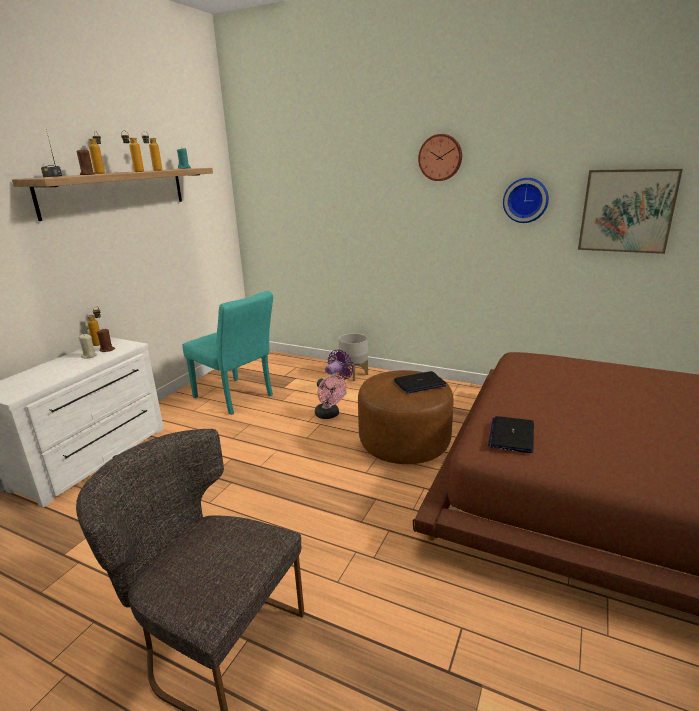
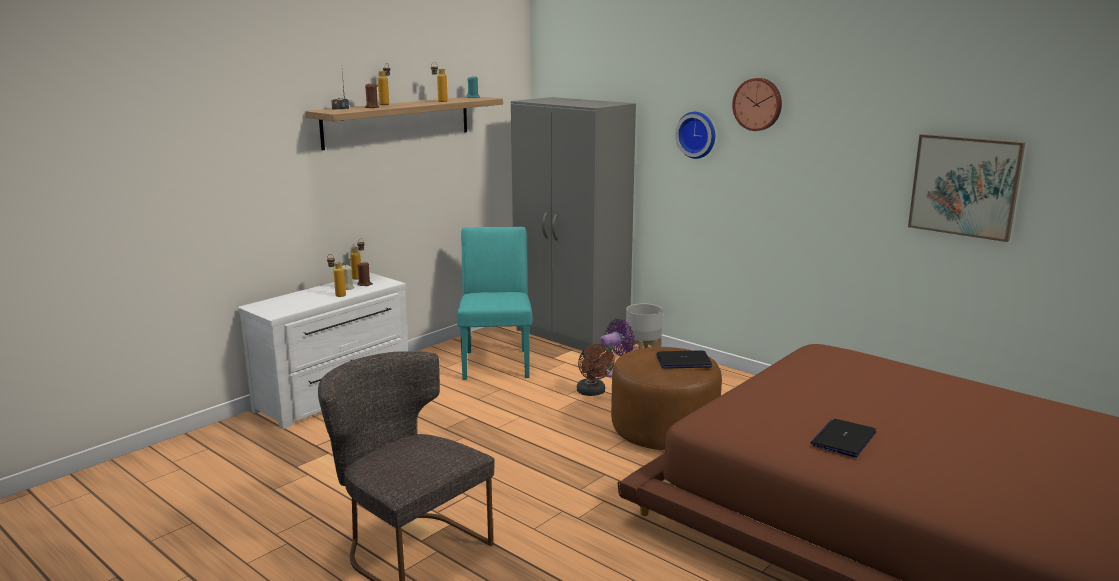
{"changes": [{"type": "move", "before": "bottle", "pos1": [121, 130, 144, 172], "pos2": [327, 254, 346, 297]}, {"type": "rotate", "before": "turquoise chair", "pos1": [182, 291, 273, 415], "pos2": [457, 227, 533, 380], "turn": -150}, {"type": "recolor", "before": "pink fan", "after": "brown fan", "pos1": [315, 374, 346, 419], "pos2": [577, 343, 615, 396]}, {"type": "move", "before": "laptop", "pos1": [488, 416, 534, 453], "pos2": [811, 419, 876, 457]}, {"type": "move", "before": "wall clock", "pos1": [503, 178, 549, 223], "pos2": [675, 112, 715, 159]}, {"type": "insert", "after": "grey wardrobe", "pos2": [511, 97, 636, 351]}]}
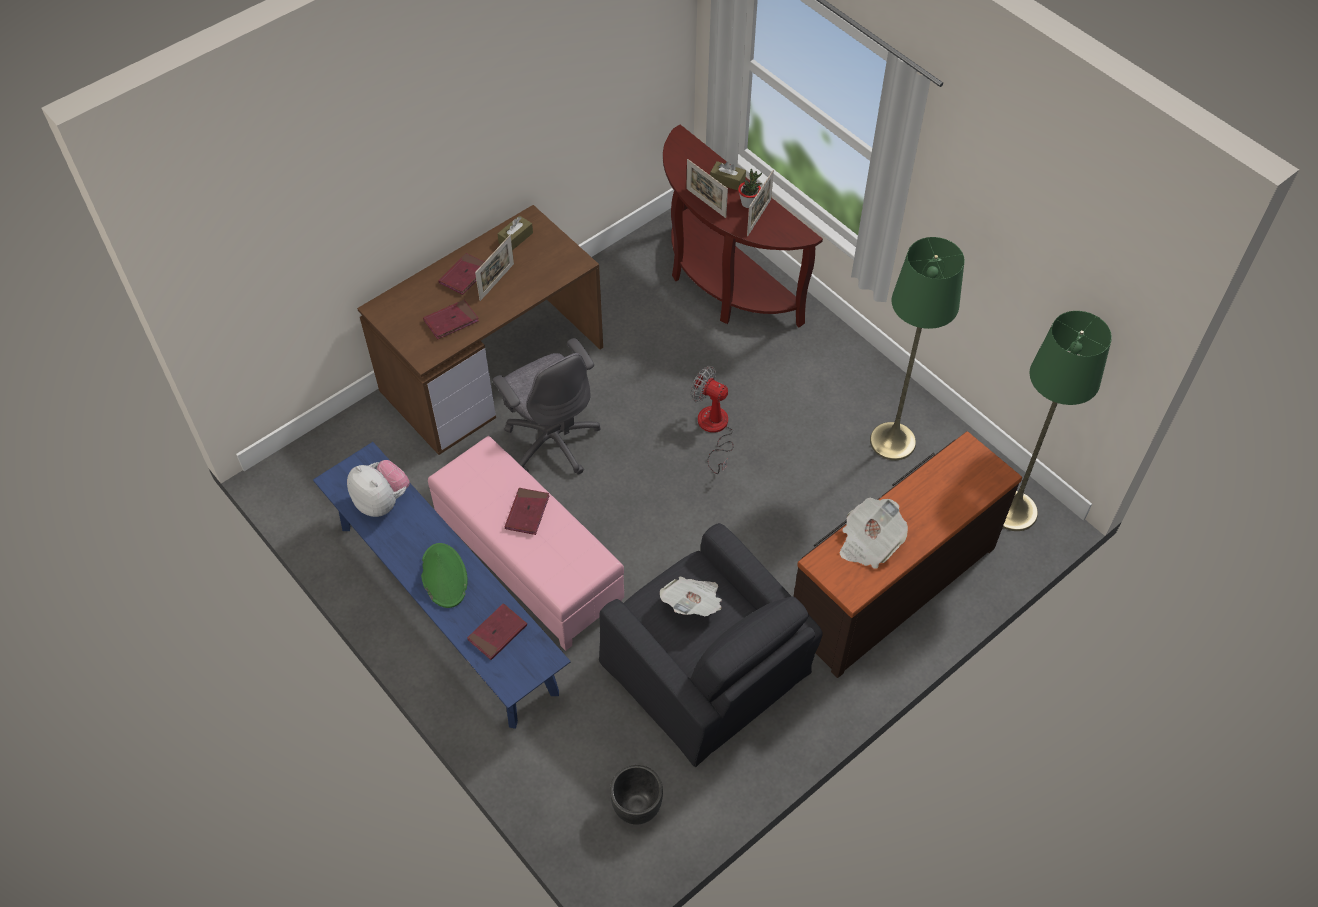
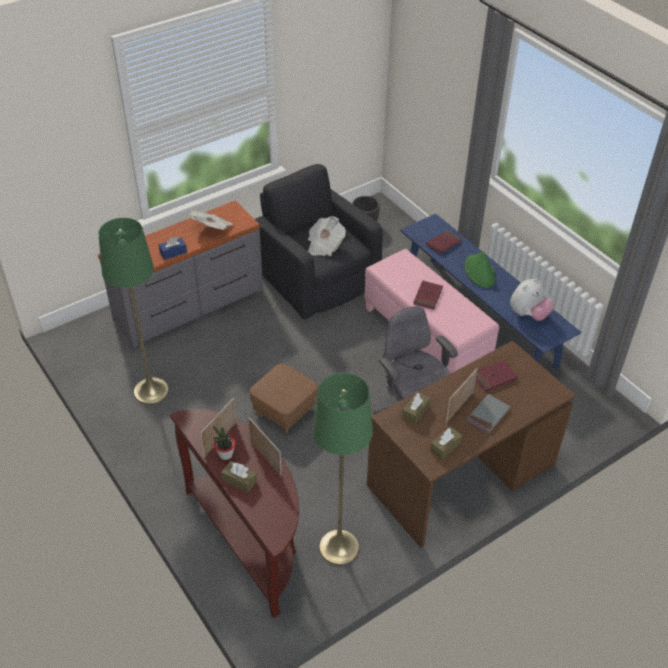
{"changes": [{"type": "rotate", "before": "plush toy", "pos1": [347, 460, 410, 517], "pos2": [510, 278, 554, 321], "turn": -90}, {"type": "recolor", "before": "red book", "after": "grey book", "pos1": [438, 253, 484, 295], "pos2": [467, 394, 510, 433]}, {"type": "replace", "before": "fan", "after": "brown ottoman", "pos1": [691, 366, 734, 474], "pos2": [250, 364, 318, 433]}, {"type": "recolor", "before": "brown dresser", "after": "grey dresser", "pos1": [793, 431, 1022, 678], "pos2": [98, 200, 263, 348]}, {"type": "move", "before": "green floor lamp", "pos1": [1003, 311, 1112, 531], "pos2": [312, 373, 373, 565]}, {"type": "insert", "after": "blue tissue box", "pos2": [159, 237, 187, 260]}, {"type": "insert", "after": "brown tissue box", "pos2": [402, 392, 430, 424]}]}
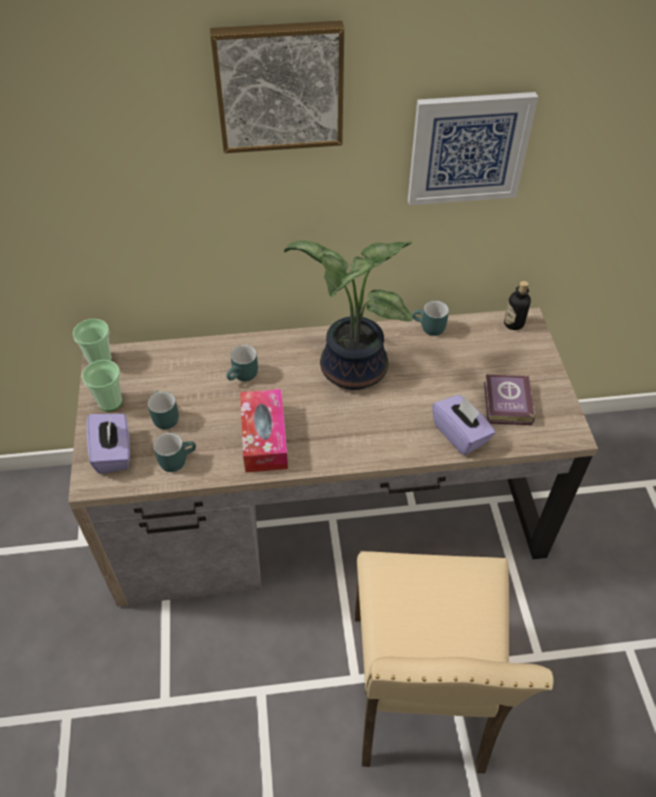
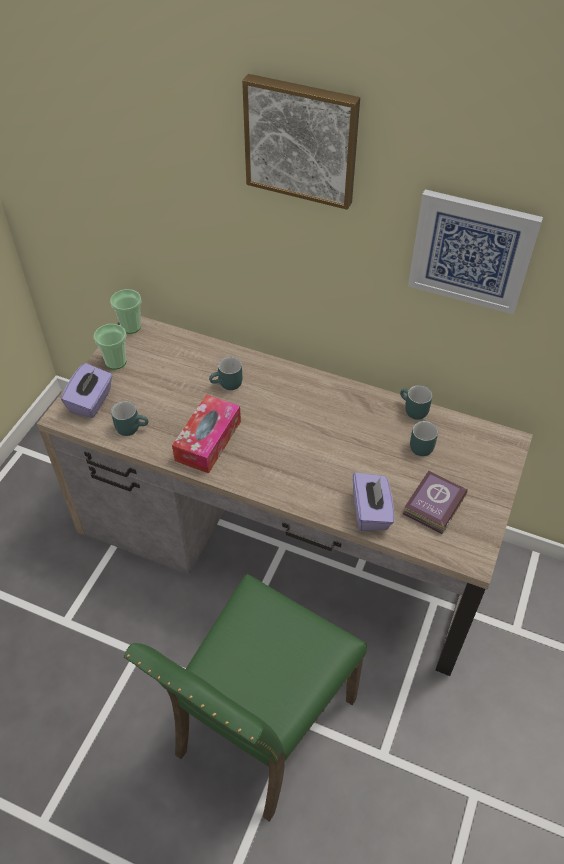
{"changes": [{"type": "move", "before": "turquoise mug", "pos1": [148, 391, 179, 429], "pos2": [410, 420, 438, 456]}, {"type": "delete", "before": "potted plant", "pos1": [284, 241, 413, 390]}, {"type": "recolor", "before": "beige chair", "after": "green chair", "pos1": [355, 551, 554, 774], "pos2": [124, 574, 367, 822]}, {"type": "delete", "before": "bottle", "pos1": [504, 281, 531, 330]}]}
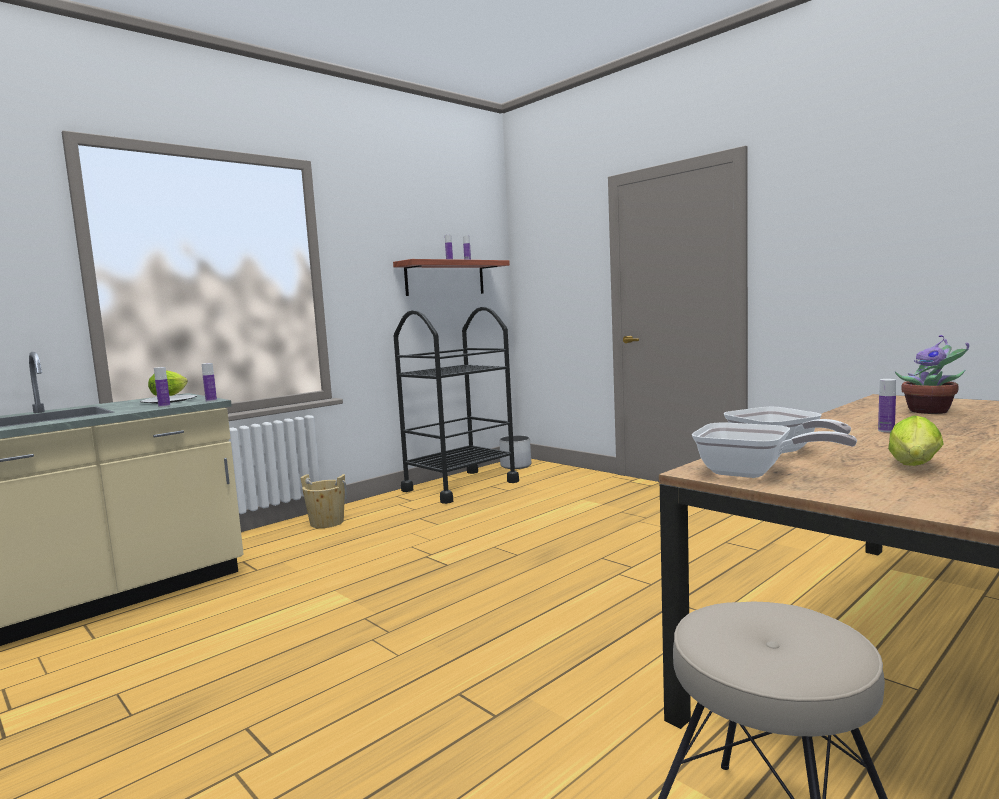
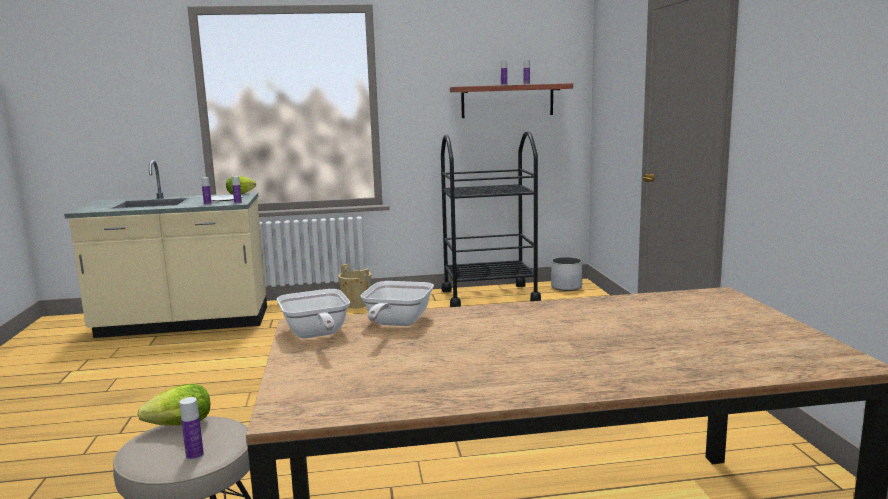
{"changes": [{"type": "move", "before": "bottle", "pos1": [878, 379, 896, 432], "pos2": [180, 397, 204, 461]}, {"type": "move", "before": "lettuce", "pos1": [888, 415, 944, 466], "pos2": [137, 384, 210, 426]}, {"type": "delete", "before": "potted plant", "pos1": [895, 335, 969, 414]}]}
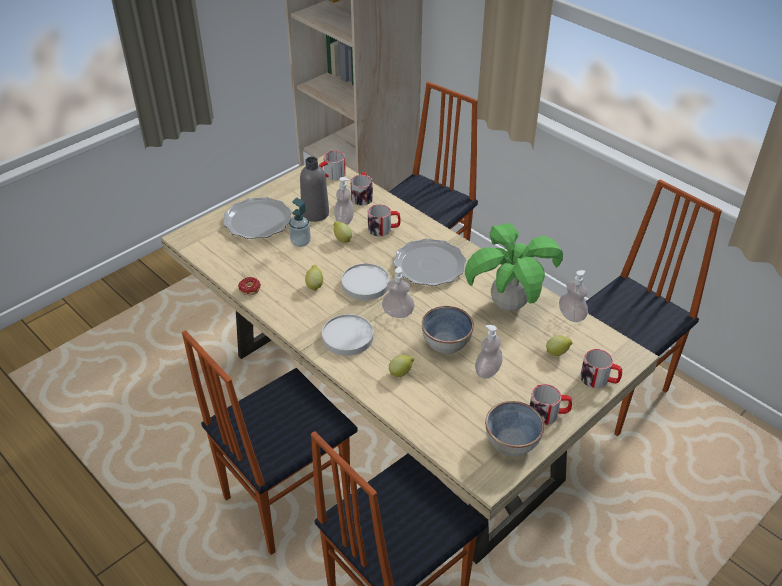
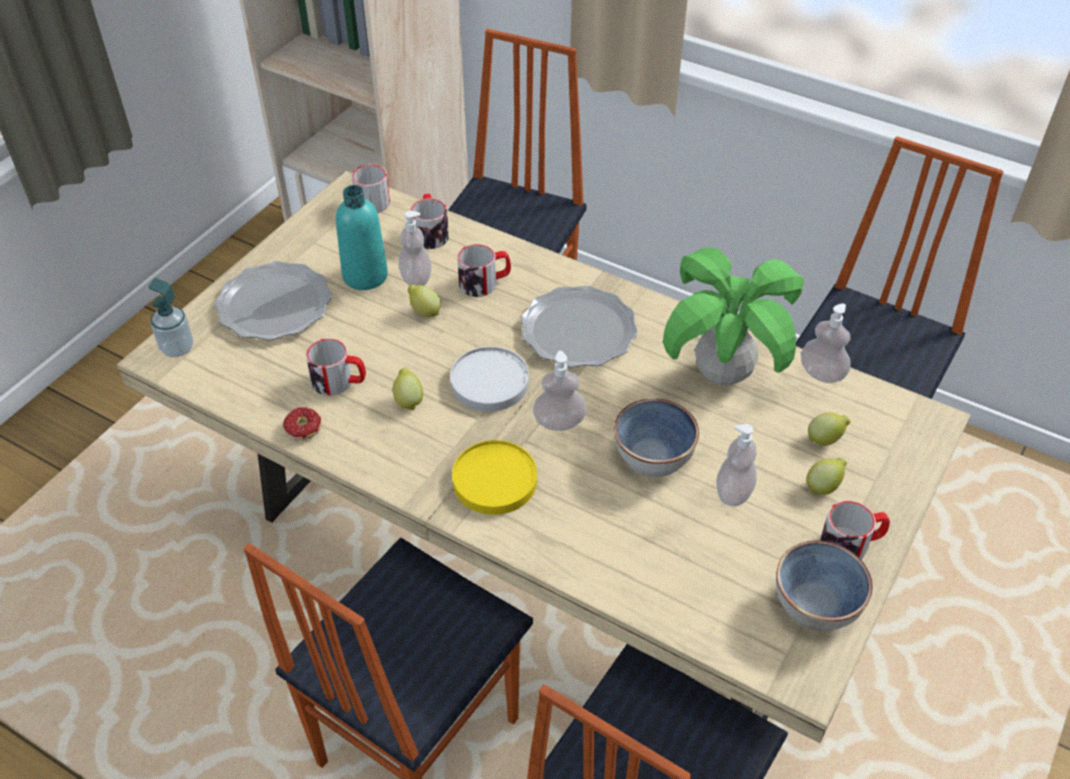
{"changes": [{"type": "move", "before": "soap dispenser", "pos1": [289, 198, 311, 247], "pos2": [149, 278, 193, 357]}, {"type": "recolor", "before": "grey bottle", "after": "turquoise bottle", "pos1": [300, 157, 329, 222], "pos2": [336, 185, 388, 290]}, {"type": "recolor", "before": "white plate", "after": "yellow plate", "pos1": [322, 314, 373, 356], "pos2": [452, 440, 537, 515]}, {"type": "move", "before": "lemon", "pos1": [389, 355, 414, 377], "pos2": [806, 458, 847, 495]}, {"type": "move", "before": "mug", "pos1": [580, 349, 622, 388], "pos2": [306, 338, 366, 396]}]}
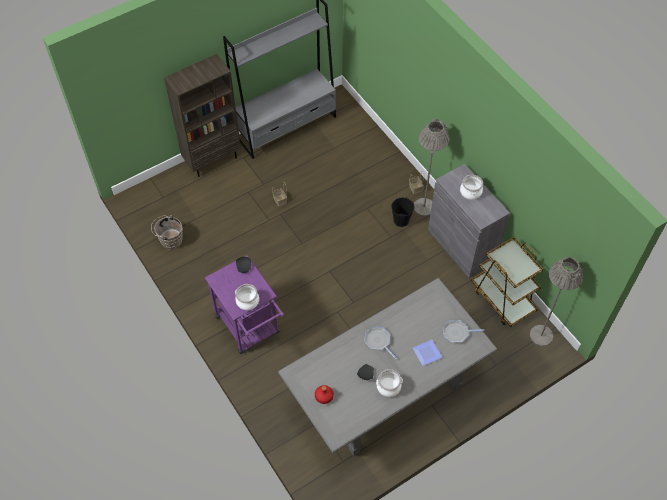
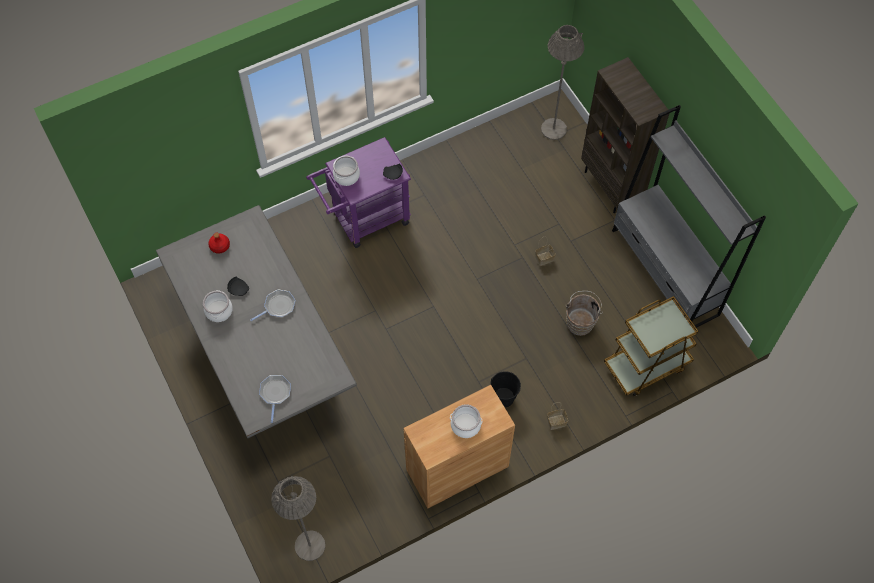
{"changes": [{"type": "move", "before": "brown bucket", "pos1": [151, 216, 183, 250], "pos2": [566, 291, 603, 336]}, {"type": "delete", "before": "plate", "pos1": [413, 339, 442, 366]}, {"type": "move", "before": "grey floor lamp", "pos1": [414, 119, 449, 216], "pos2": [541, 25, 584, 140]}, {"type": "recolor", "before": "grey cabinet", "after": "brown cabinet", "pos1": [428, 164, 510, 278], "pos2": [403, 385, 515, 508]}, {"type": "move", "before": "brown cart", "pos1": [471, 237, 543, 327], "pos2": [604, 296, 699, 396]}]}
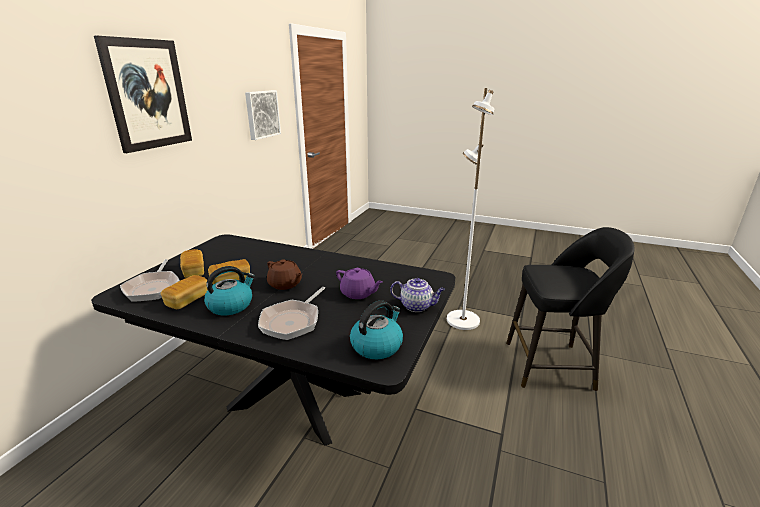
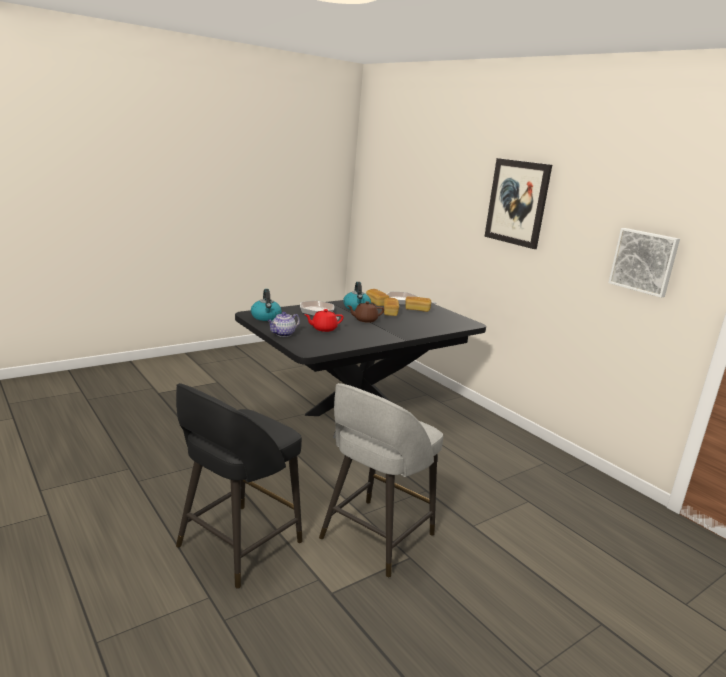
{"changes": [{"type": "recolor", "before": "purple teapot", "after": "red teapot", "pos1": [336, 268, 383, 299], "pos2": [304, 309, 344, 332]}, {"type": "replace", "before": "white floor lamp", "after": "grey stool", "pos1": [447, 88, 494, 330], "pos2": [319, 383, 443, 578]}]}
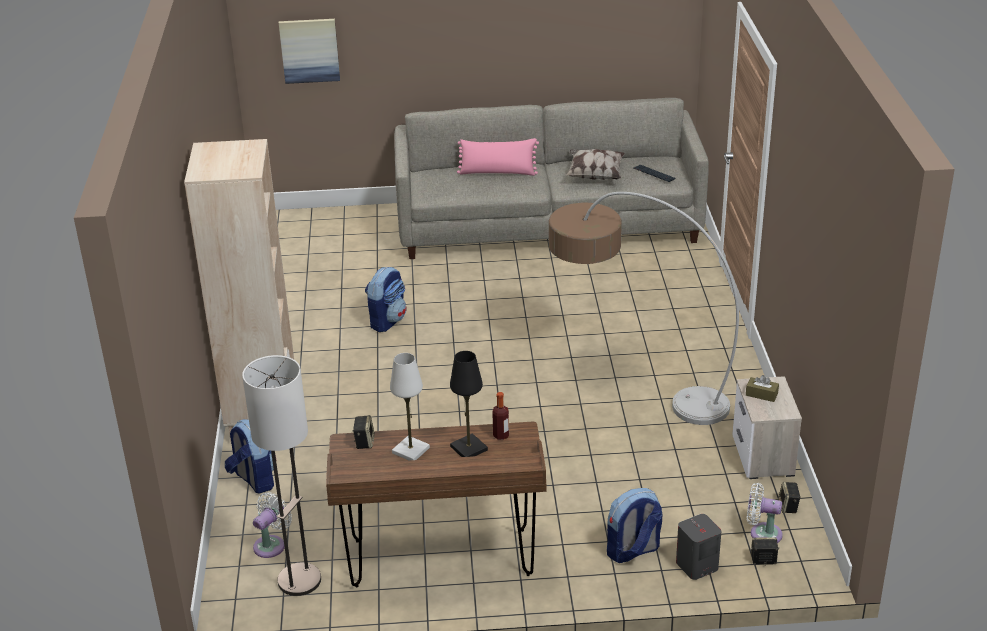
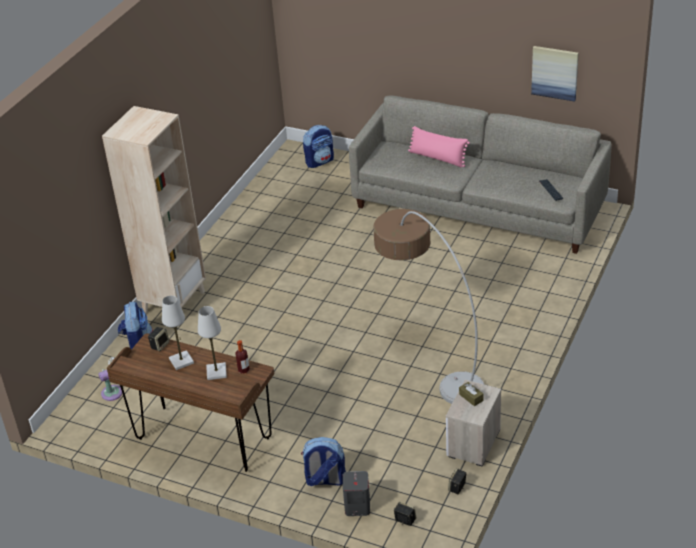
{"changes": [{"type": "delete", "before": "floor lamp", "pos1": [242, 355, 321, 596]}, {"type": "move", "before": "picture", "pos1": [279, 19, 340, 84], "pos2": [531, 46, 579, 102]}, {"type": "move", "before": "backpack", "pos1": [365, 267, 407, 332], "pos2": [303, 125, 334, 168]}, {"type": "recolor", "before": "black table lamp", "after": "white table lamp", "pos1": [450, 351, 488, 457], "pos2": [198, 306, 227, 380]}, {"type": "delete", "before": "pillow", "pos1": [565, 149, 625, 180]}, {"type": "delete", "before": "white fan", "pos1": [747, 483, 783, 543]}]}
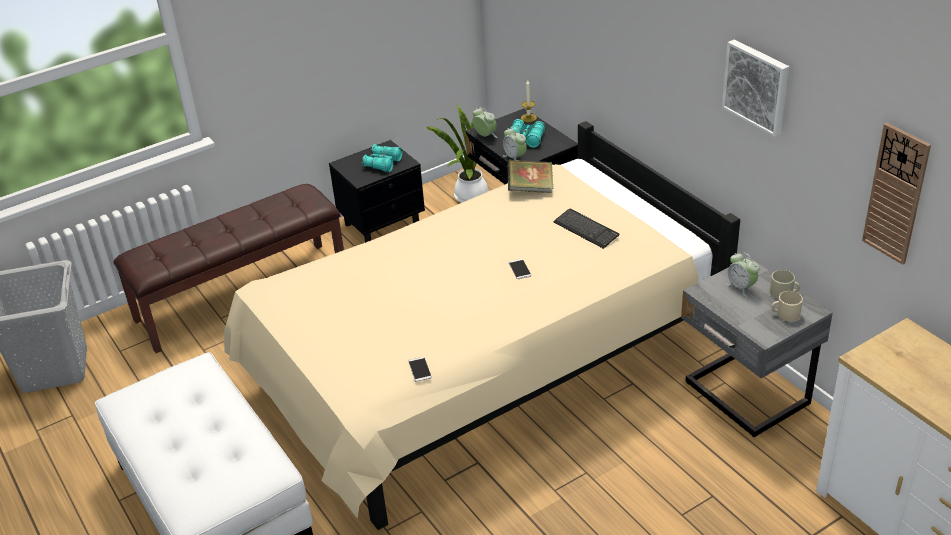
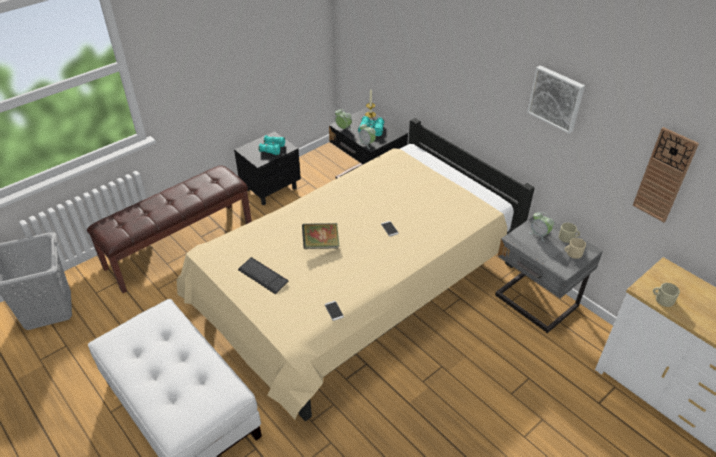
{"changes": [{"type": "delete", "before": "potted plant", "pos1": [426, 104, 488, 203]}, {"type": "move", "before": "book", "pos1": [507, 160, 554, 193], "pos2": [302, 223, 340, 249]}, {"type": "move", "before": "keyboard", "pos1": [554, 209, 619, 249], "pos2": [238, 257, 288, 294]}, {"type": "insert", "after": "beige mug", "pos2": [653, 283, 680, 307]}]}
